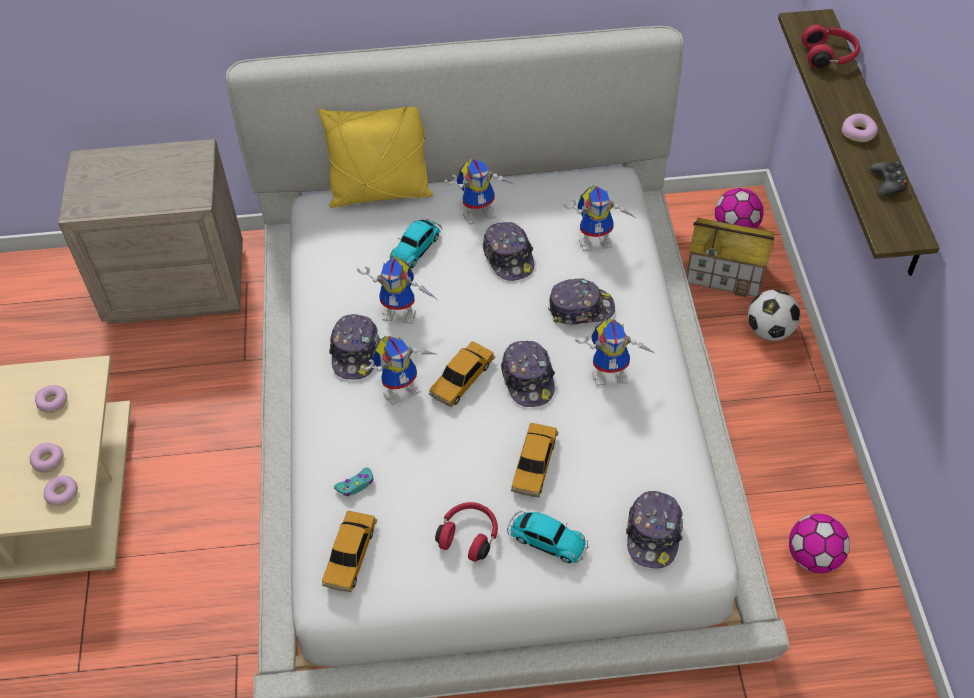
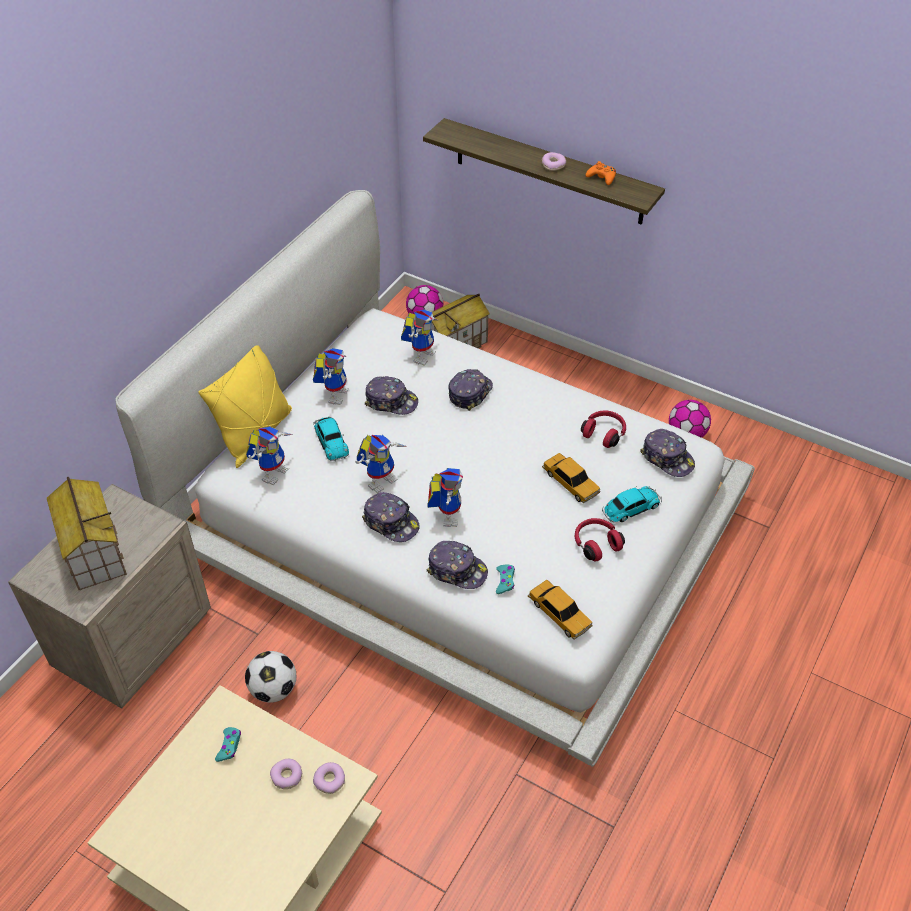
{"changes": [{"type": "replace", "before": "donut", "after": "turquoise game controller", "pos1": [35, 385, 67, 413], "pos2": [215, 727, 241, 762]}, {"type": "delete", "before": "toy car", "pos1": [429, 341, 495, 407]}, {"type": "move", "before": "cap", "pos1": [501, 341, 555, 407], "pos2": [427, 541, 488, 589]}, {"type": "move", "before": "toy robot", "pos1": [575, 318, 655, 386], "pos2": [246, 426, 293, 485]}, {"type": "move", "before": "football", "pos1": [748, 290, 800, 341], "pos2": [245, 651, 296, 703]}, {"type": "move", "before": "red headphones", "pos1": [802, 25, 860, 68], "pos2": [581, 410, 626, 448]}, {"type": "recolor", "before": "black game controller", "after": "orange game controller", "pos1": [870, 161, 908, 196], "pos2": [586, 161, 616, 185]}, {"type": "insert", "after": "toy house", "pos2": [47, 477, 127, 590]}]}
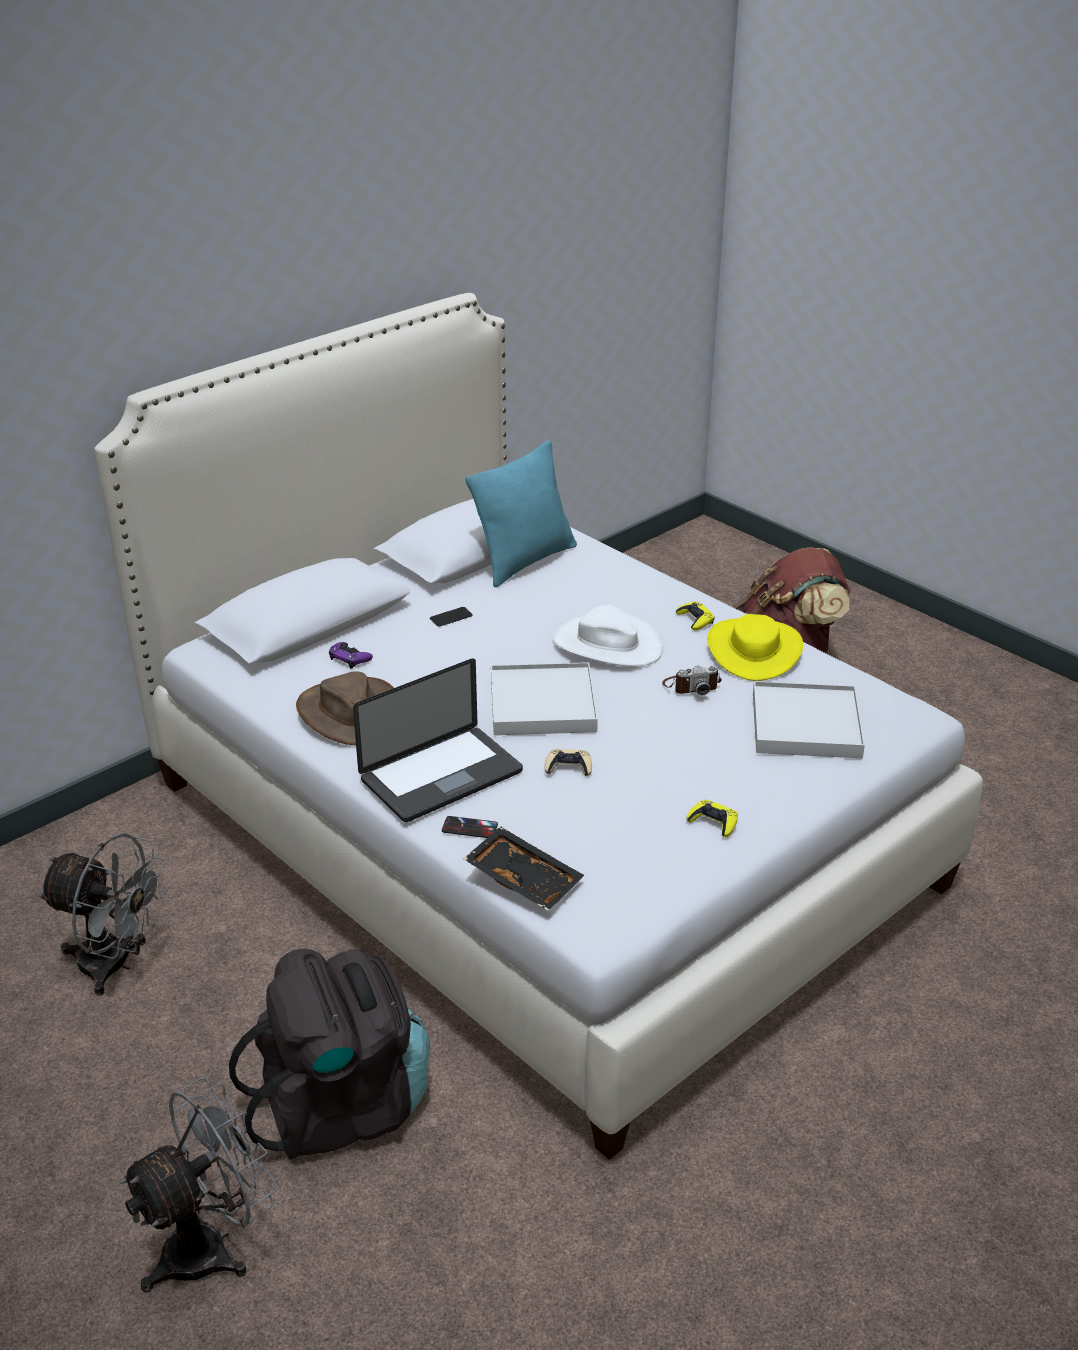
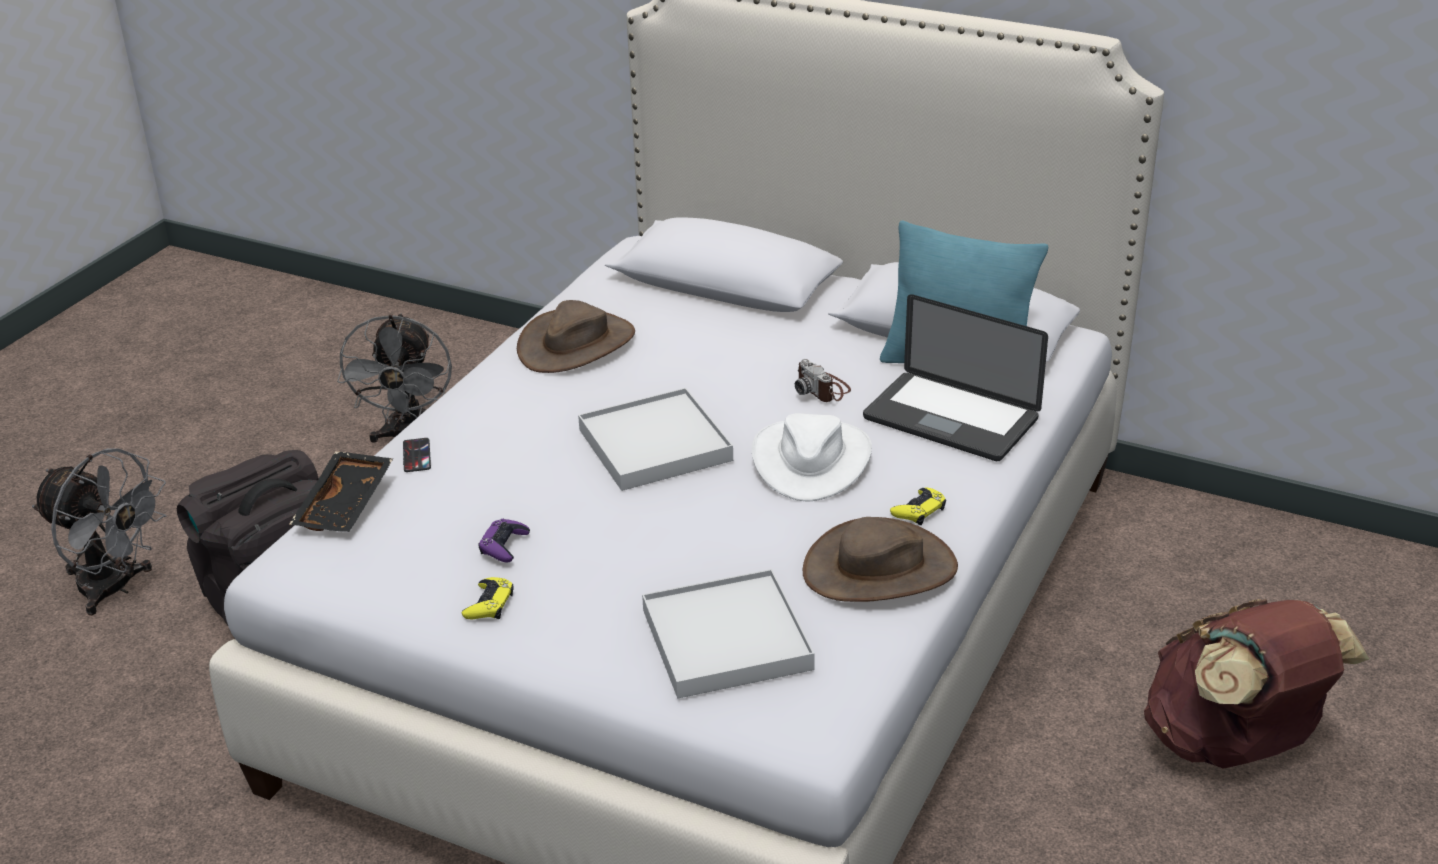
{"changes": [{"type": "move", "before": "purple game controller", "pos1": [329, 642, 373, 669], "pos2": [478, 519, 530, 562]}, {"type": "move", "before": "laptop", "pos1": [353, 658, 523, 822], "pos2": [863, 294, 1048, 461]}, {"type": "delete", "before": "phone", "pos1": [430, 607, 473, 627]}, {"type": "delete", "before": "beige game controller", "pos1": [545, 749, 592, 776]}, {"type": "move", "before": "photo camera", "pos1": [662, 666, 722, 696], "pos2": [795, 359, 851, 402]}, {"type": "recolor", "before": "yellow hat", "after": "brown hat", "pos1": [708, 614, 803, 681], "pos2": [803, 517, 958, 602]}]}
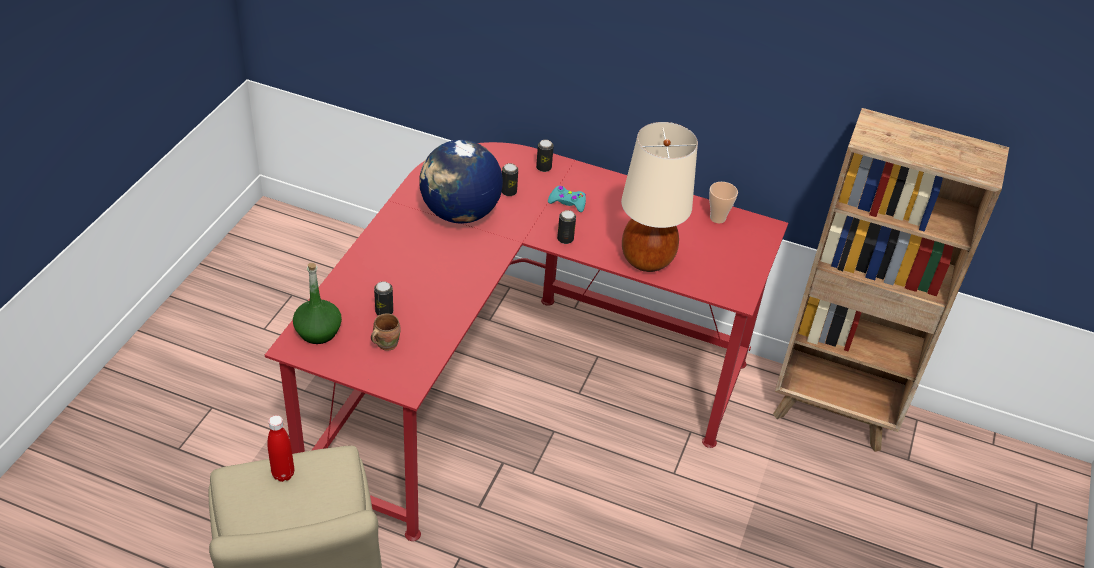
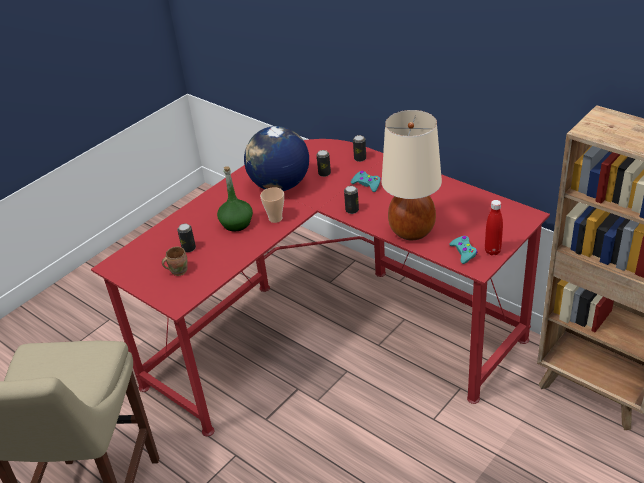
{"changes": [{"type": "move", "before": "red bottle", "pos1": [267, 415, 294, 482], "pos2": [485, 200, 503, 255]}, {"type": "move", "before": "green bottle", "pos1": [293, 263, 342, 344], "pos2": [217, 166, 253, 231]}, {"type": "move", "before": "cup", "pos1": [709, 182, 738, 223], "pos2": [260, 187, 284, 223]}, {"type": "insert", "after": "turquoise game controller", "pos2": [449, 236, 477, 264]}]}
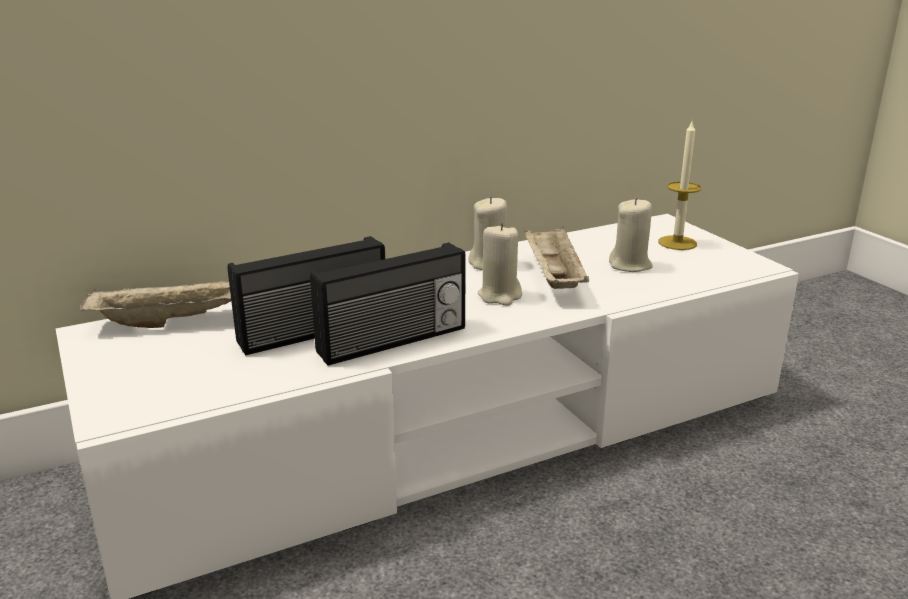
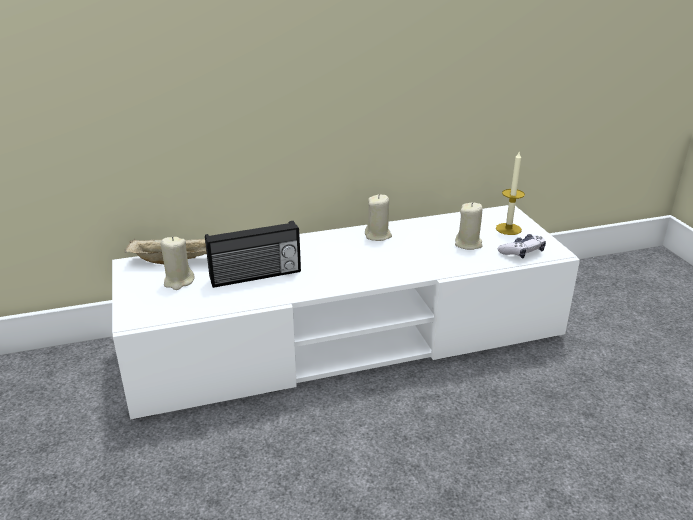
{"changes": [{"type": "delete", "before": "radio", "pos1": [310, 242, 466, 366]}, {"type": "move", "before": "beige candle", "pos1": [478, 223, 522, 306], "pos2": [160, 236, 195, 290]}, {"type": "delete", "before": "beige tray", "pos1": [524, 226, 589, 289]}, {"type": "insert", "after": "game controller", "pos2": [498, 234, 546, 259]}]}
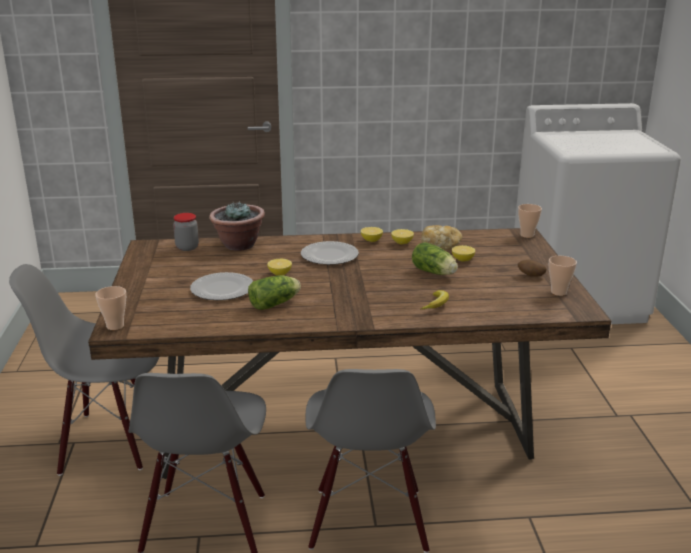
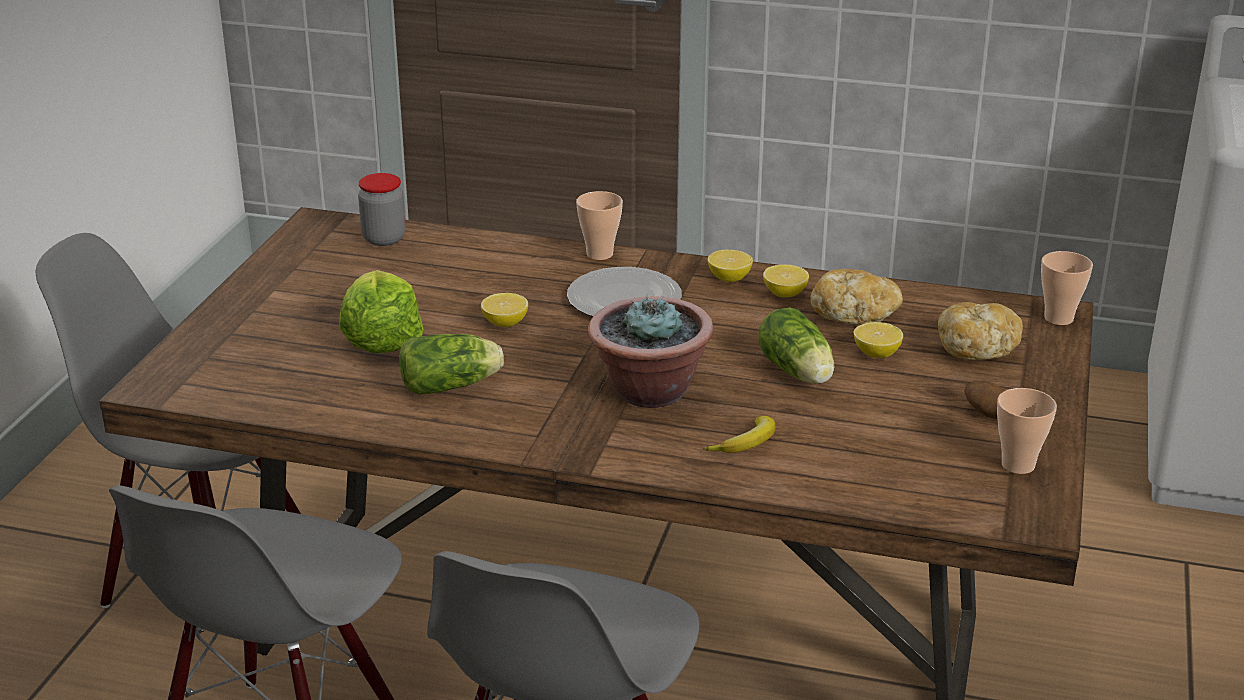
{"changes": [{"type": "move", "before": "cup", "pos1": [95, 286, 126, 330], "pos2": [576, 191, 623, 260]}, {"type": "replace", "before": "plate", "after": "lettuce", "pos1": [190, 272, 253, 300], "pos2": [339, 270, 424, 353]}, {"type": "move", "before": "potted plant", "pos1": [209, 201, 265, 251], "pos2": [588, 295, 713, 408]}, {"type": "insert", "after": "bread", "pos2": [938, 302, 1023, 360]}]}
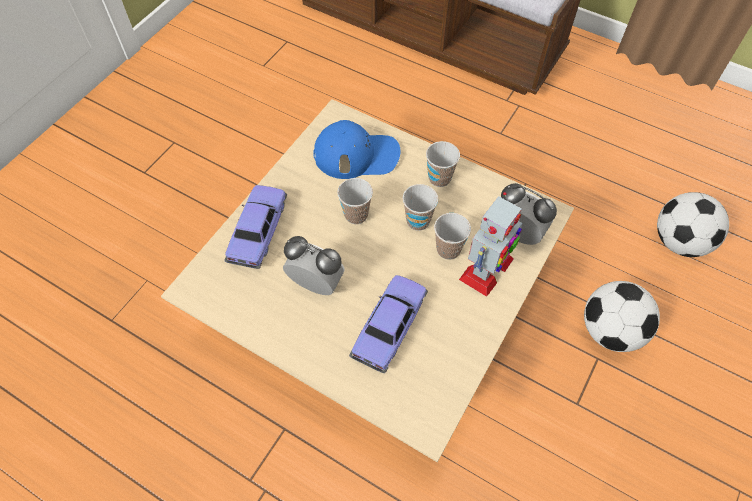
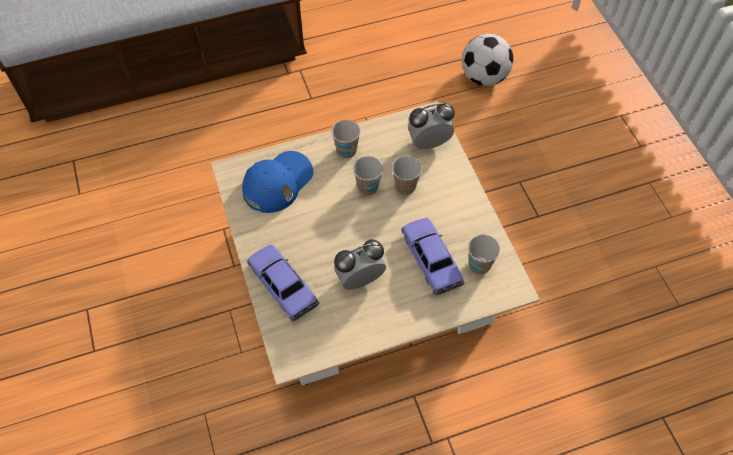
{"changes": [{"type": "move", "before": "cup", "pos1": [337, 178, 373, 224], "pos2": [468, 234, 500, 275]}, {"type": "delete", "before": "toy robot", "pos1": [459, 192, 522, 297]}, {"type": "delete", "before": "football", "pos1": [584, 281, 660, 352]}]}
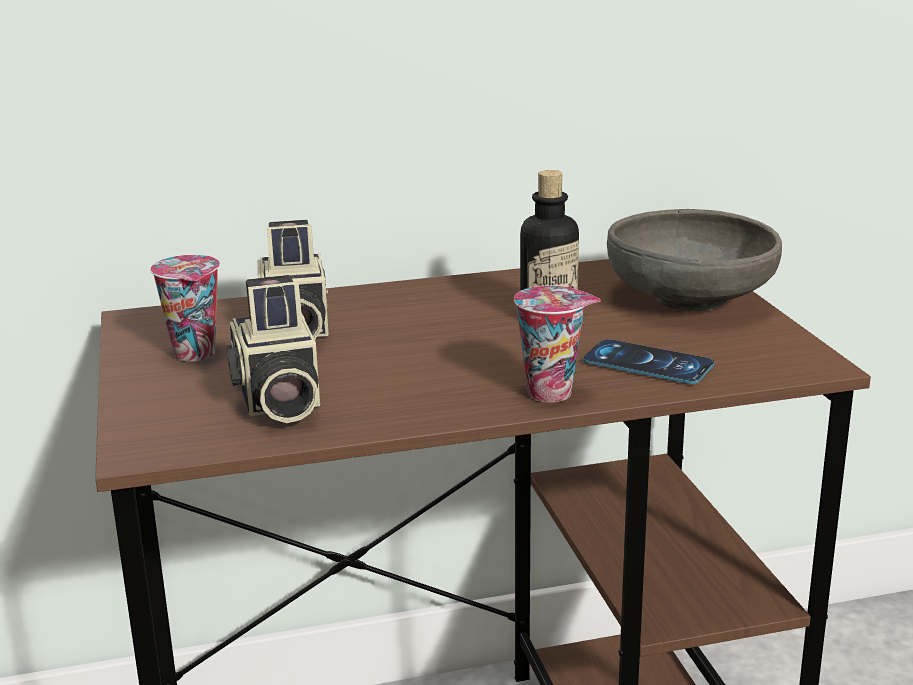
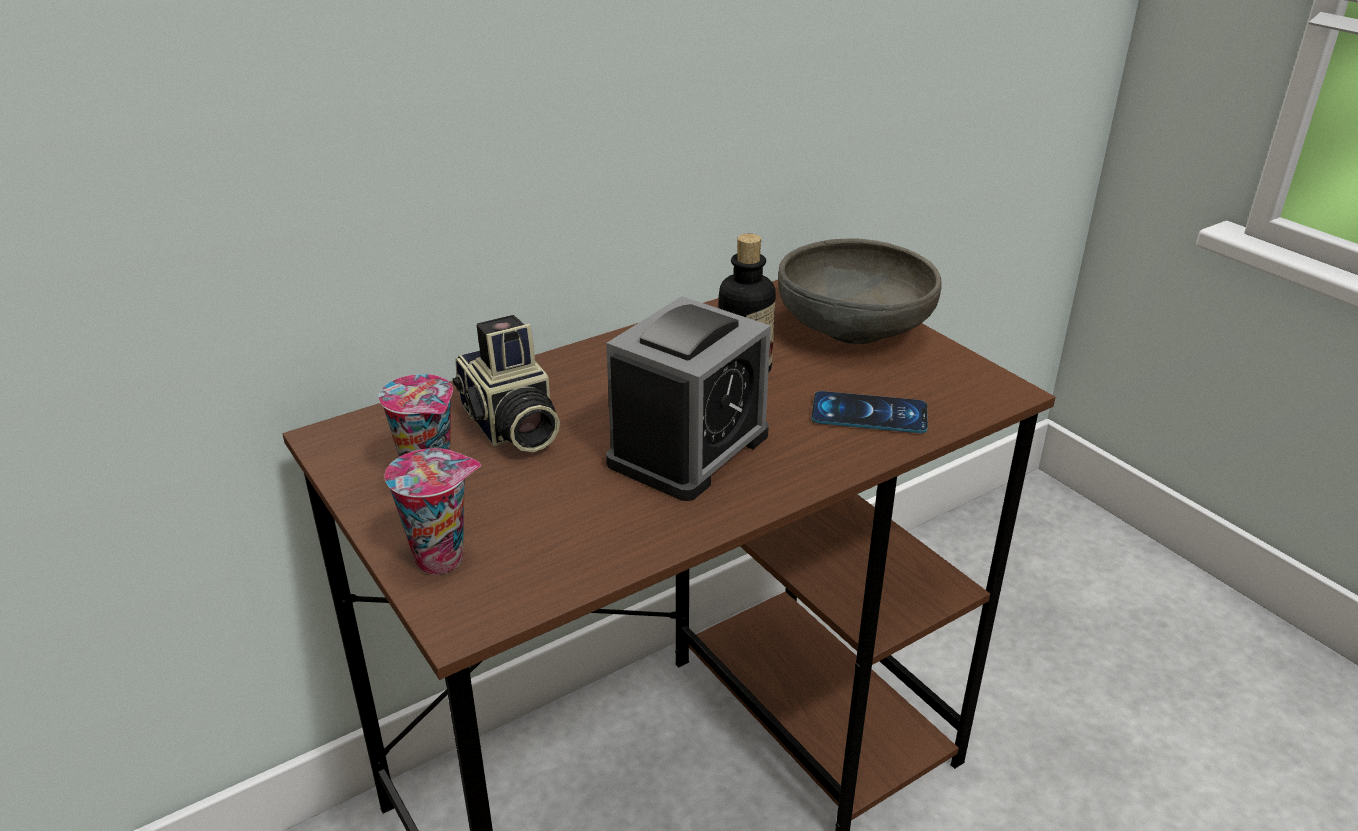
{"changes": [{"type": "delete", "before": "photo camera", "pos1": [227, 275, 320, 423]}, {"type": "move", "before": "cup", "pos1": [514, 286, 601, 402], "pos2": [384, 448, 481, 575]}, {"type": "insert", "after": "alarm clock", "pos2": [606, 296, 771, 501]}]}
